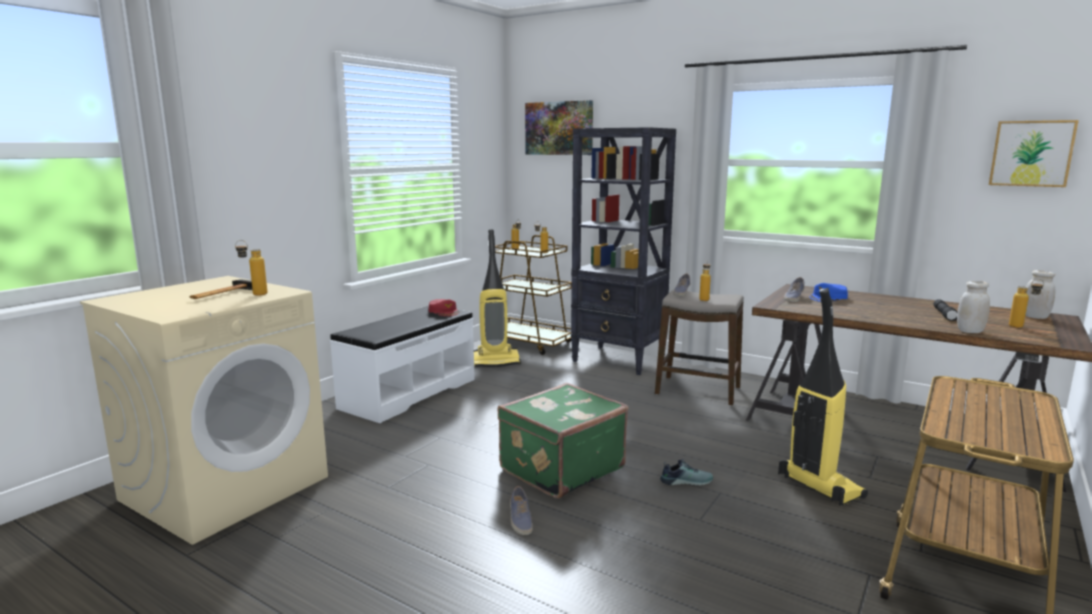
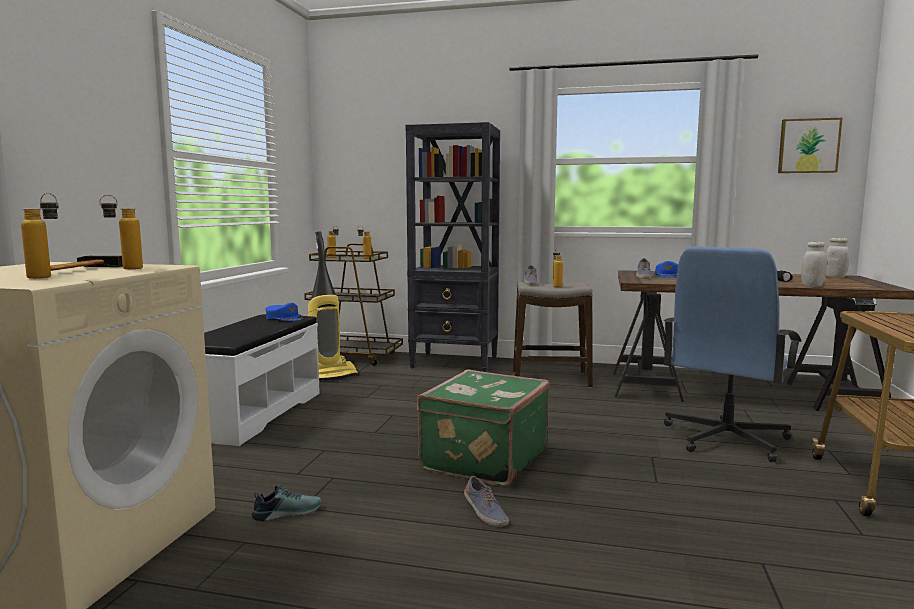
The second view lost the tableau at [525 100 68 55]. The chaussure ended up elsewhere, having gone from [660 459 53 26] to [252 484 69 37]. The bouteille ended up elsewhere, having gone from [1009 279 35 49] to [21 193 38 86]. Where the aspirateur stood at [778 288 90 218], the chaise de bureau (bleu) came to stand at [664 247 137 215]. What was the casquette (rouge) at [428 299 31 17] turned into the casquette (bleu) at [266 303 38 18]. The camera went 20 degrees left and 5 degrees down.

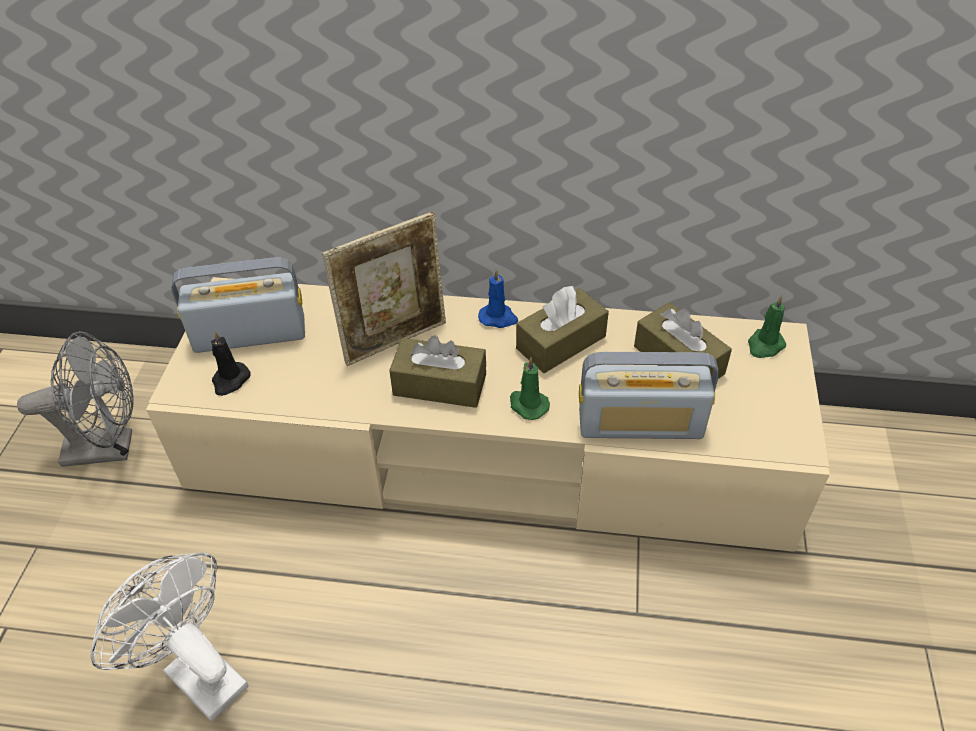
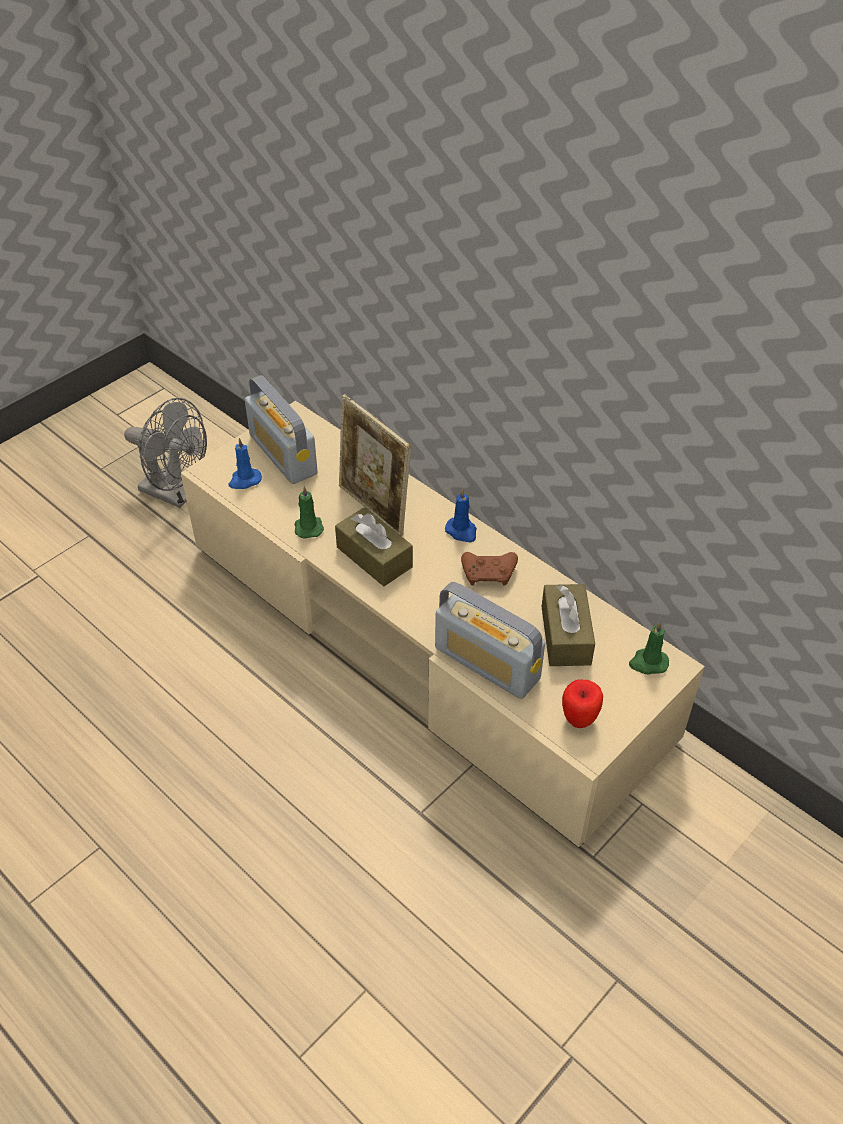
The second view lost the ventilateur (blanc) at [90 552 158 169]. The second view gained the pomme at [562 679 41 49]. The bougie (vert) ended up elsewhere, having gone from [510 357 40 63] to [294 486 30 53]. Where the boîte à mouchoirs (marron) stood at [516 286 93 87], the manette (marron) came to stand at [461 552 57 34]. What was the bougie (noir) at [211 331 40 65] turned into the bougie (bleu) at [228 438 34 51]. The radio at [171 257 134 96] ended up facing another way, 150 degrees counterclockwise from before. The cadre photo at [322 211 124 155] ended up facing another way, 45 degrees clockwise from before. The camera went 35 degrees right and 0 degrees up.

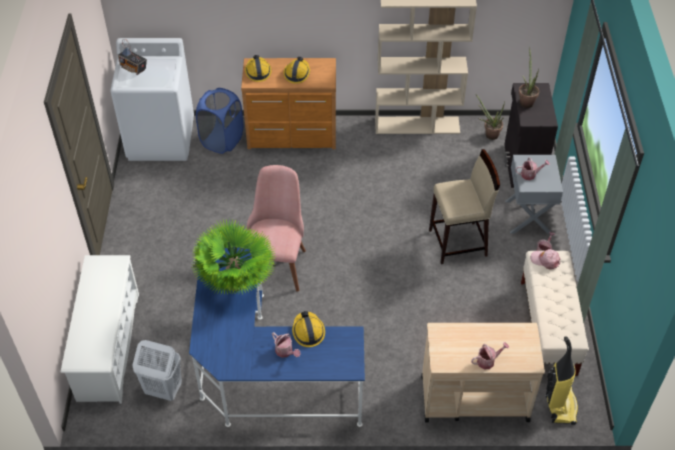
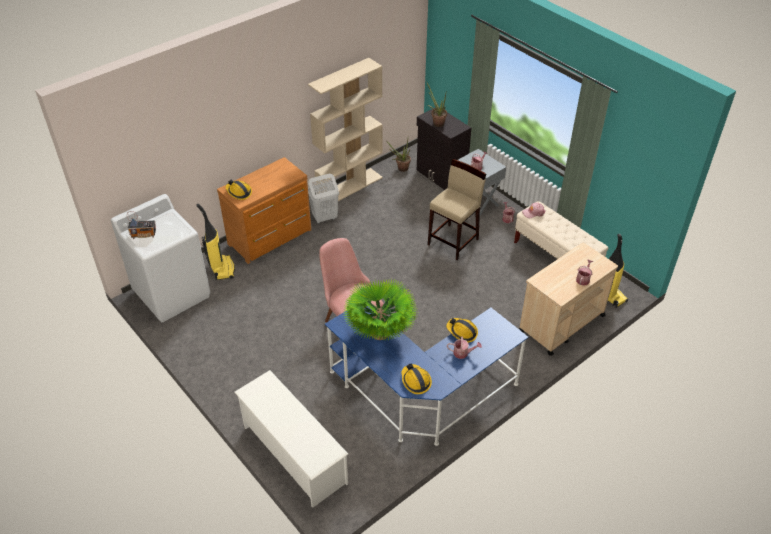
The panier à linge (blanc) ended up elsewhere, having gone from [132 340 50 61] to [308 174 31 50]. The casque de chantier ended up elsewhere, having gone from [284 57 26 27] to [401 363 31 31]. Where the panier à linge (bleu) stood at [196 88 47 66], the aspirateur came to stand at [196 204 39 76]. The camera went 40 degrees left and 5 degrees down.

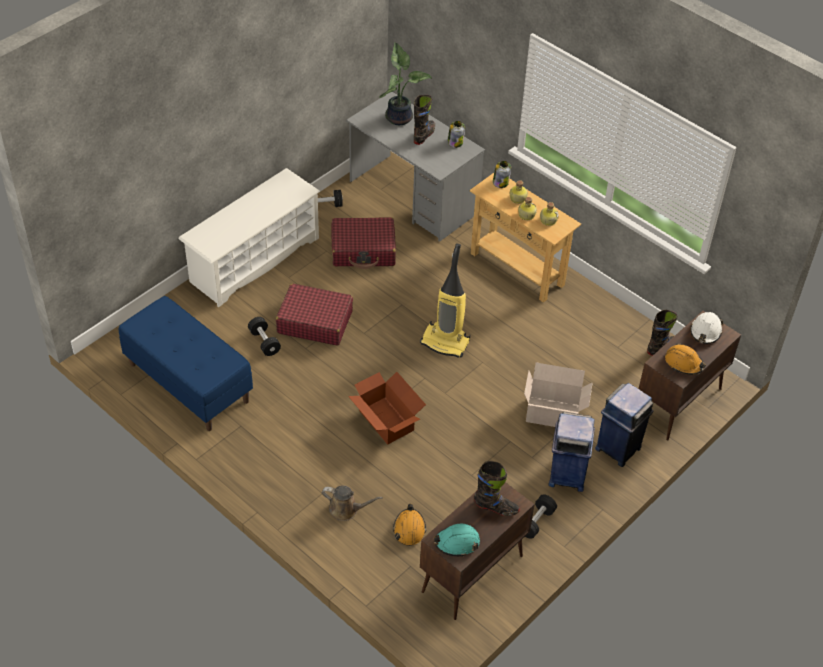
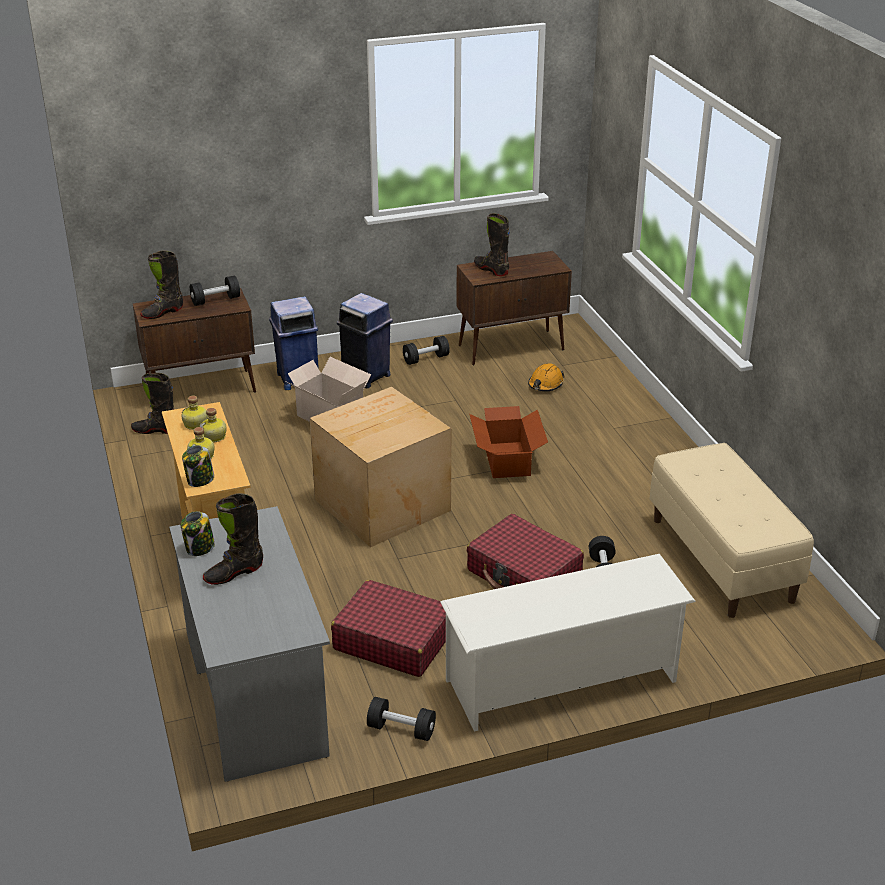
The second view lost the arrosoir (marron) at [322 485 61 36]. The second view lost the plante en pot at [379 43 53 82]. The second view lost the casque de chantier (turquoise) at [434 524 46 33]. Where the aspirateur stood at [420 244 50 114], the carton came to stand at [310 387 141 160]. Where the casque de chantier (orange) stood at [665 343 41 32], the haltère (noir) came to stand at [190 275 50 31]. Where the casque de chantier (blanc) stood at [690 312 33 32], the botte (noir) came to stand at [140 250 43 69]. What was the banc (bleu) at [119 296 134 135] turned into the banc (beige) at [650 443 164 175]. The camera went 150 degrees left and 15 degrees down.

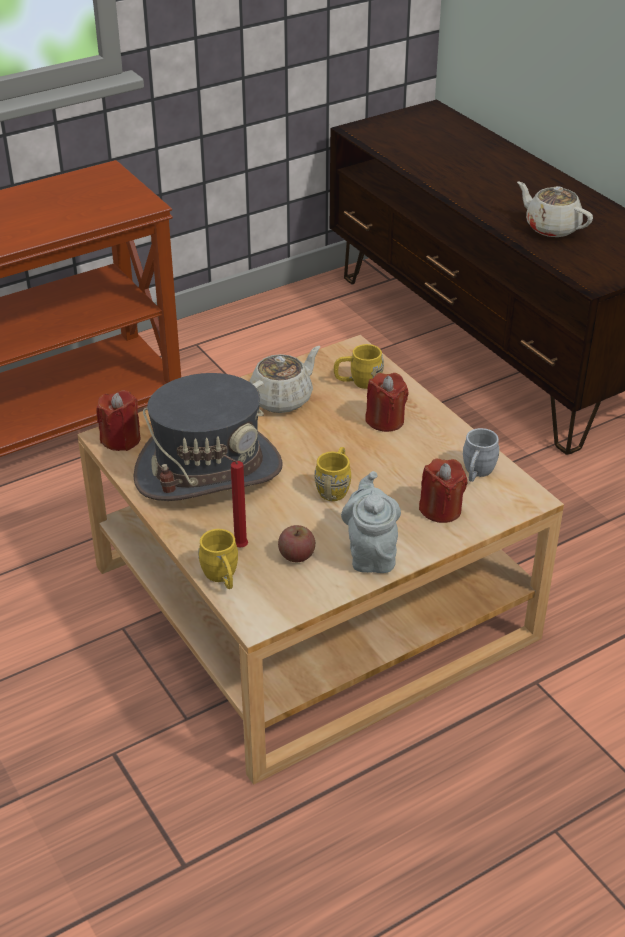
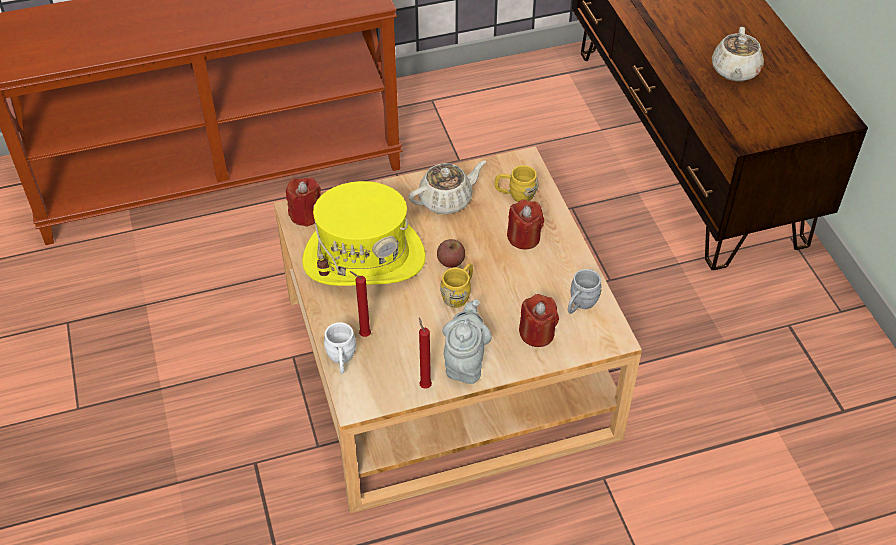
The second view gained the bougie (rouge) at [419 318 13 71]. The pomme ended up elsewhere, having gone from [278 525 37 37] to [437 239 28 29]. What was the chapeau (gris) at [133 373 150 128] turned into the chapeau (jaune) at [302 181 124 105]. What was the mug (jaune) at [198 529 40 60] turned into the mug (blanc) at [324 322 32 51]. The théière (beige) at [517 181 76 56] ended up facing another way, 135 degrees counterclockwise from before. The camera went 15 degrees right and 10 degrees up.

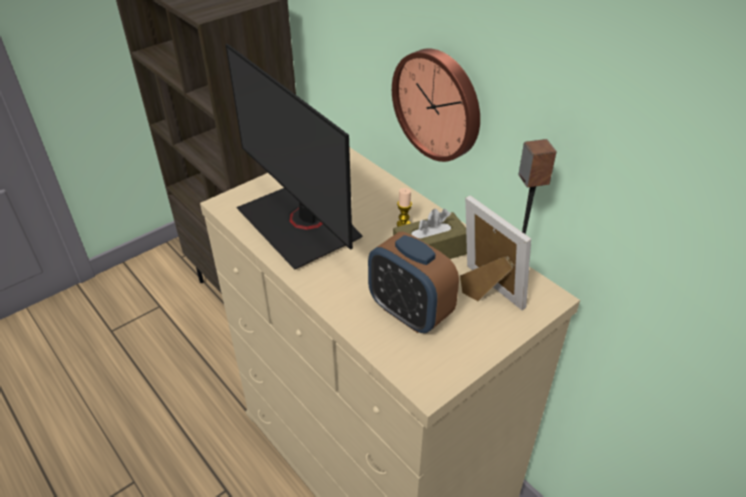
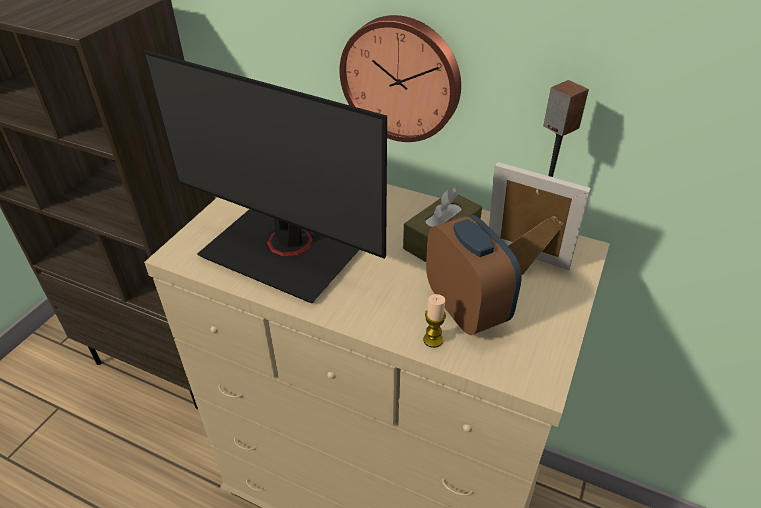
The bougie ended up elsewhere, having gone from [397 188 15 39] to [423 294 23 54]. The réveil at [368 231 91 102] ended up facing another way, 135 degrees counterclockwise from before. The camera went 25 degrees left and 0 degrees up.

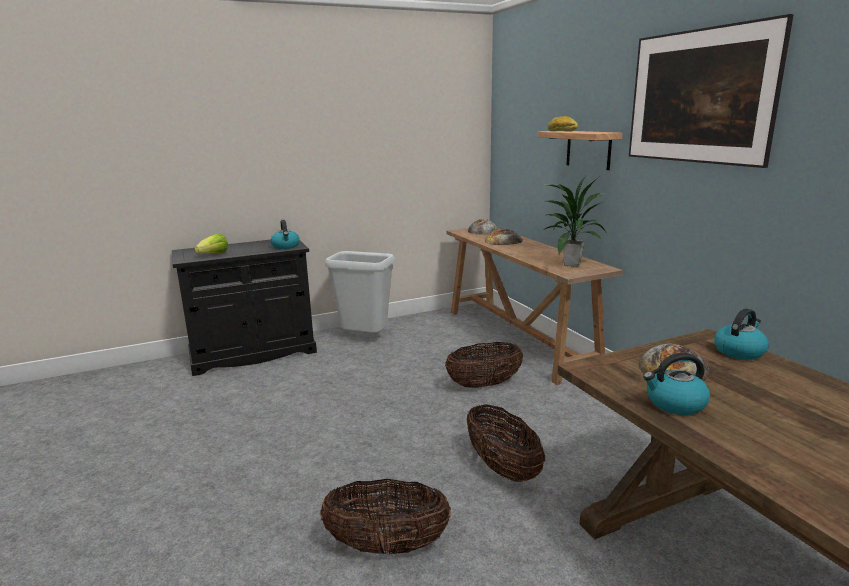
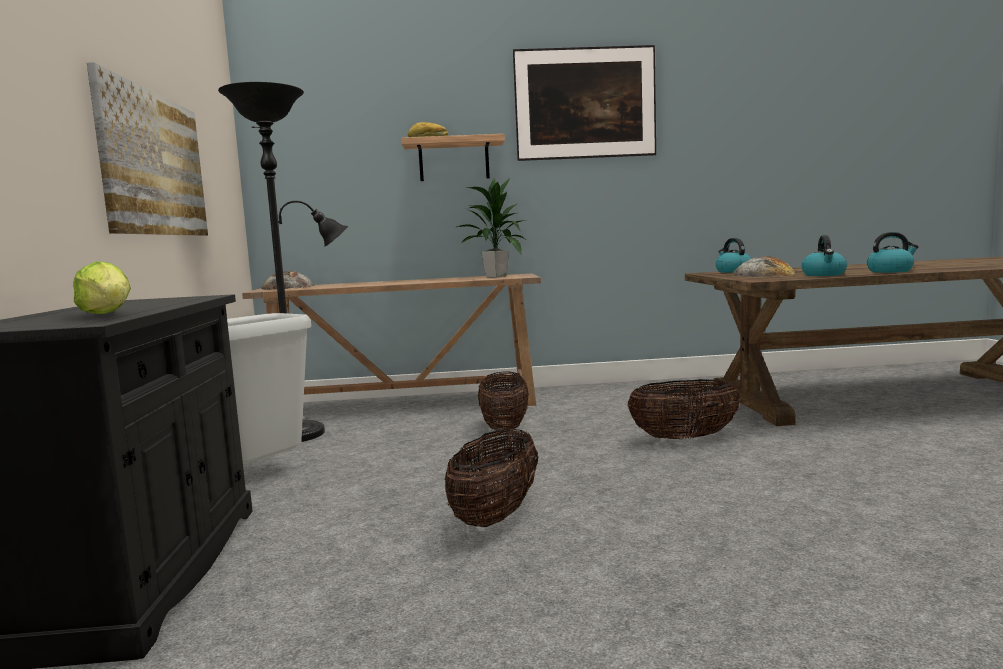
The second view lost the pain at [485 228 38 17]. The second view gained the tableau at [87 62 121 174]. The second view gained the lampadaire (noir) at [218 82 130 360]. The bouilloire ended up elsewhere, having gone from [271 220 29 29] to [867 232 51 41]. The panier ended up elsewhere, having gone from [320 479 131 76] to [445 429 93 98]. The camera went 70 degrees left and 10 degrees down.

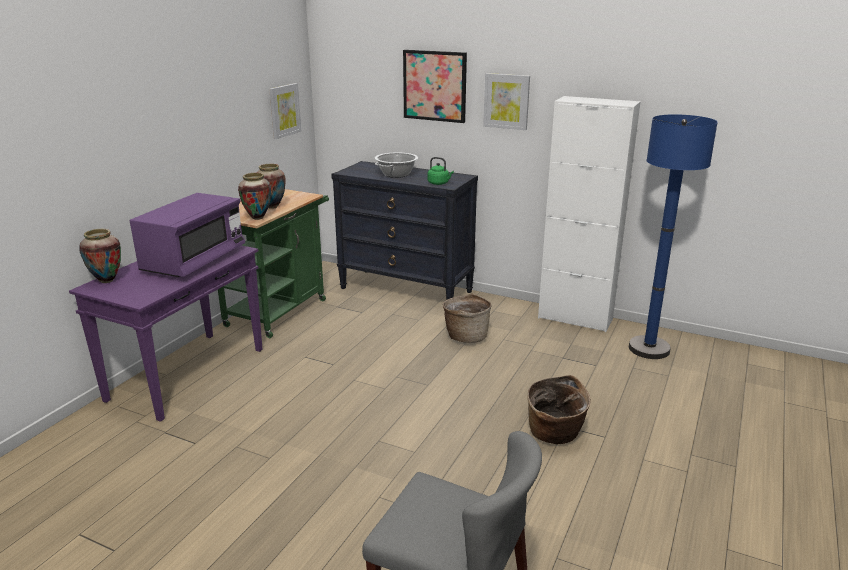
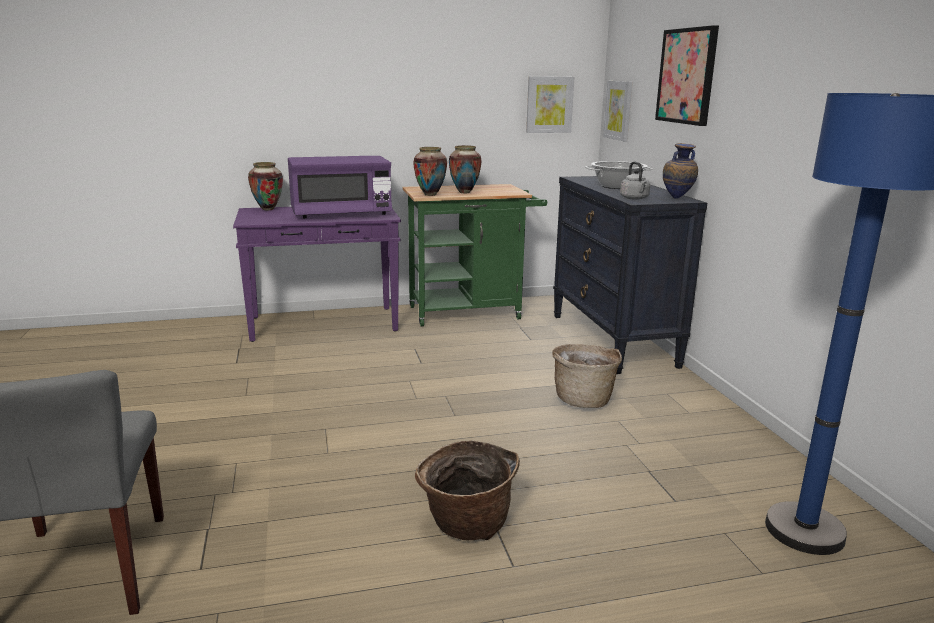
The second view lost the meuble de rangement (blanc) at [538 96 103 236]. The second view gained the vase at [663 143 35 56]. The tableau ended up elsewhere, having gone from [483 73 47 57] to [603 81 30 60]. What was the bouilloire (vert) at [427 157 27 28] turned into the bouilloire (gris) at [620 162 30 38]. The camera went 50 degrees right and 5 degrees down.

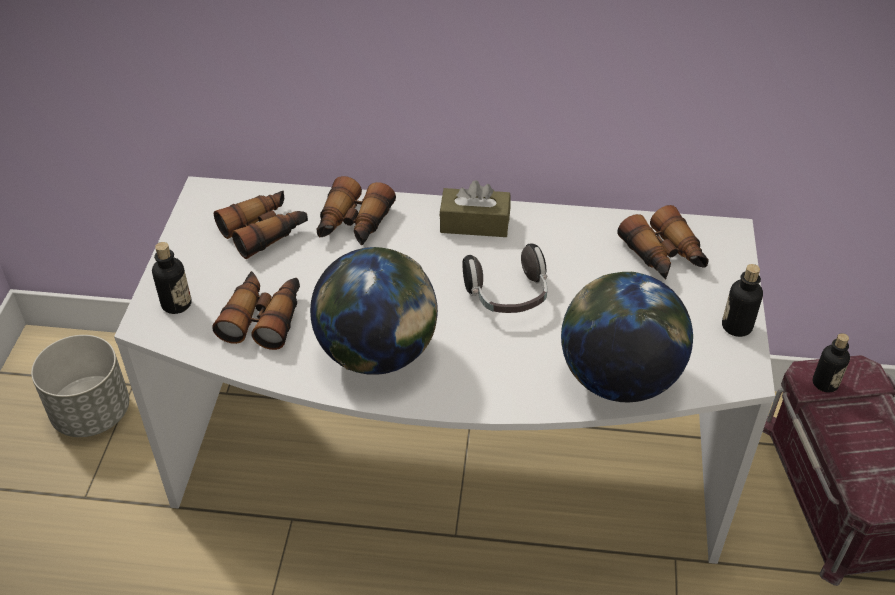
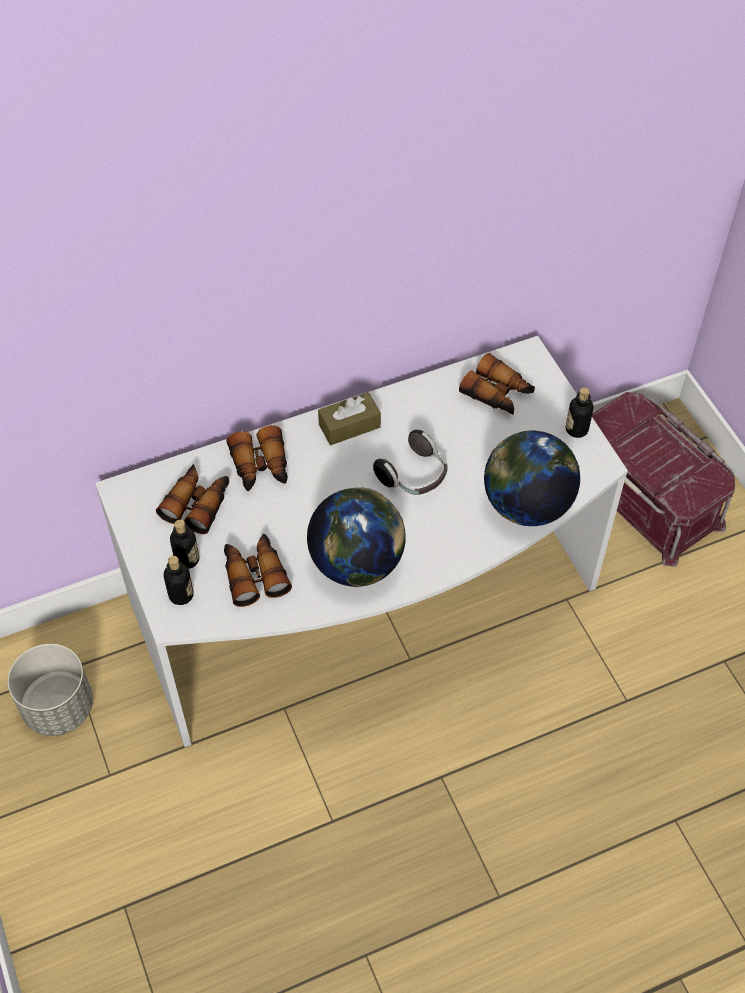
The bouteille ended up elsewhere, having gone from [813 333 37 60] to [170 519 29 50]. The camera went 30 degrees left and 10 degrees up.

